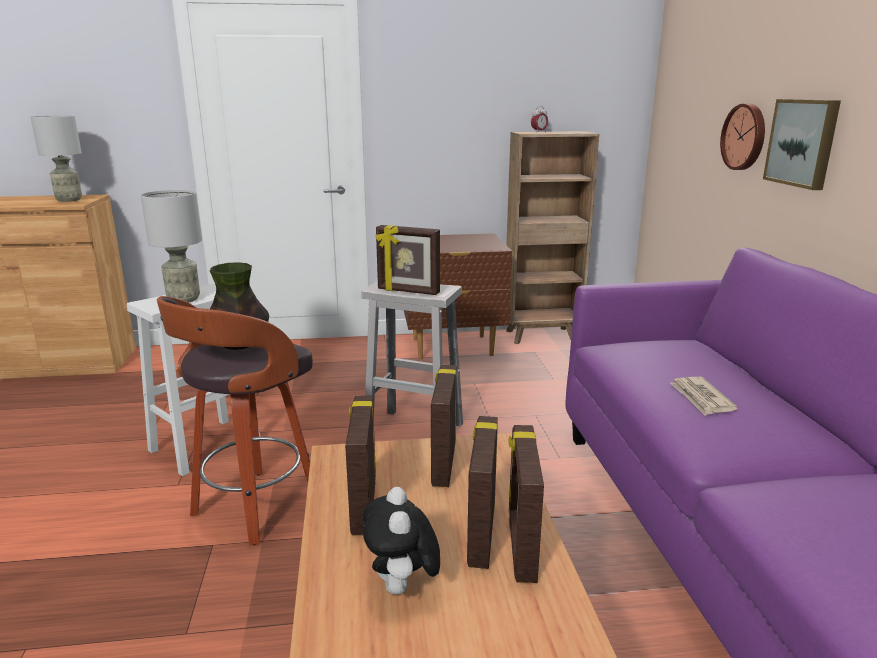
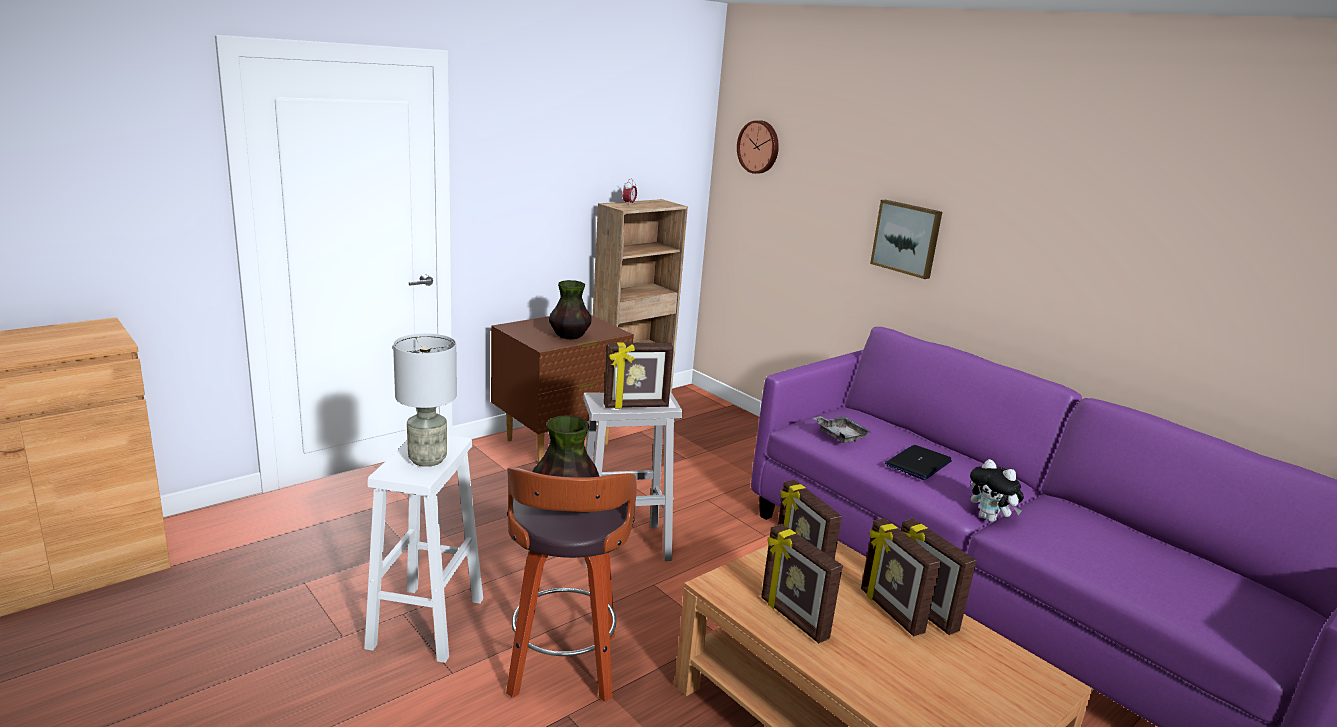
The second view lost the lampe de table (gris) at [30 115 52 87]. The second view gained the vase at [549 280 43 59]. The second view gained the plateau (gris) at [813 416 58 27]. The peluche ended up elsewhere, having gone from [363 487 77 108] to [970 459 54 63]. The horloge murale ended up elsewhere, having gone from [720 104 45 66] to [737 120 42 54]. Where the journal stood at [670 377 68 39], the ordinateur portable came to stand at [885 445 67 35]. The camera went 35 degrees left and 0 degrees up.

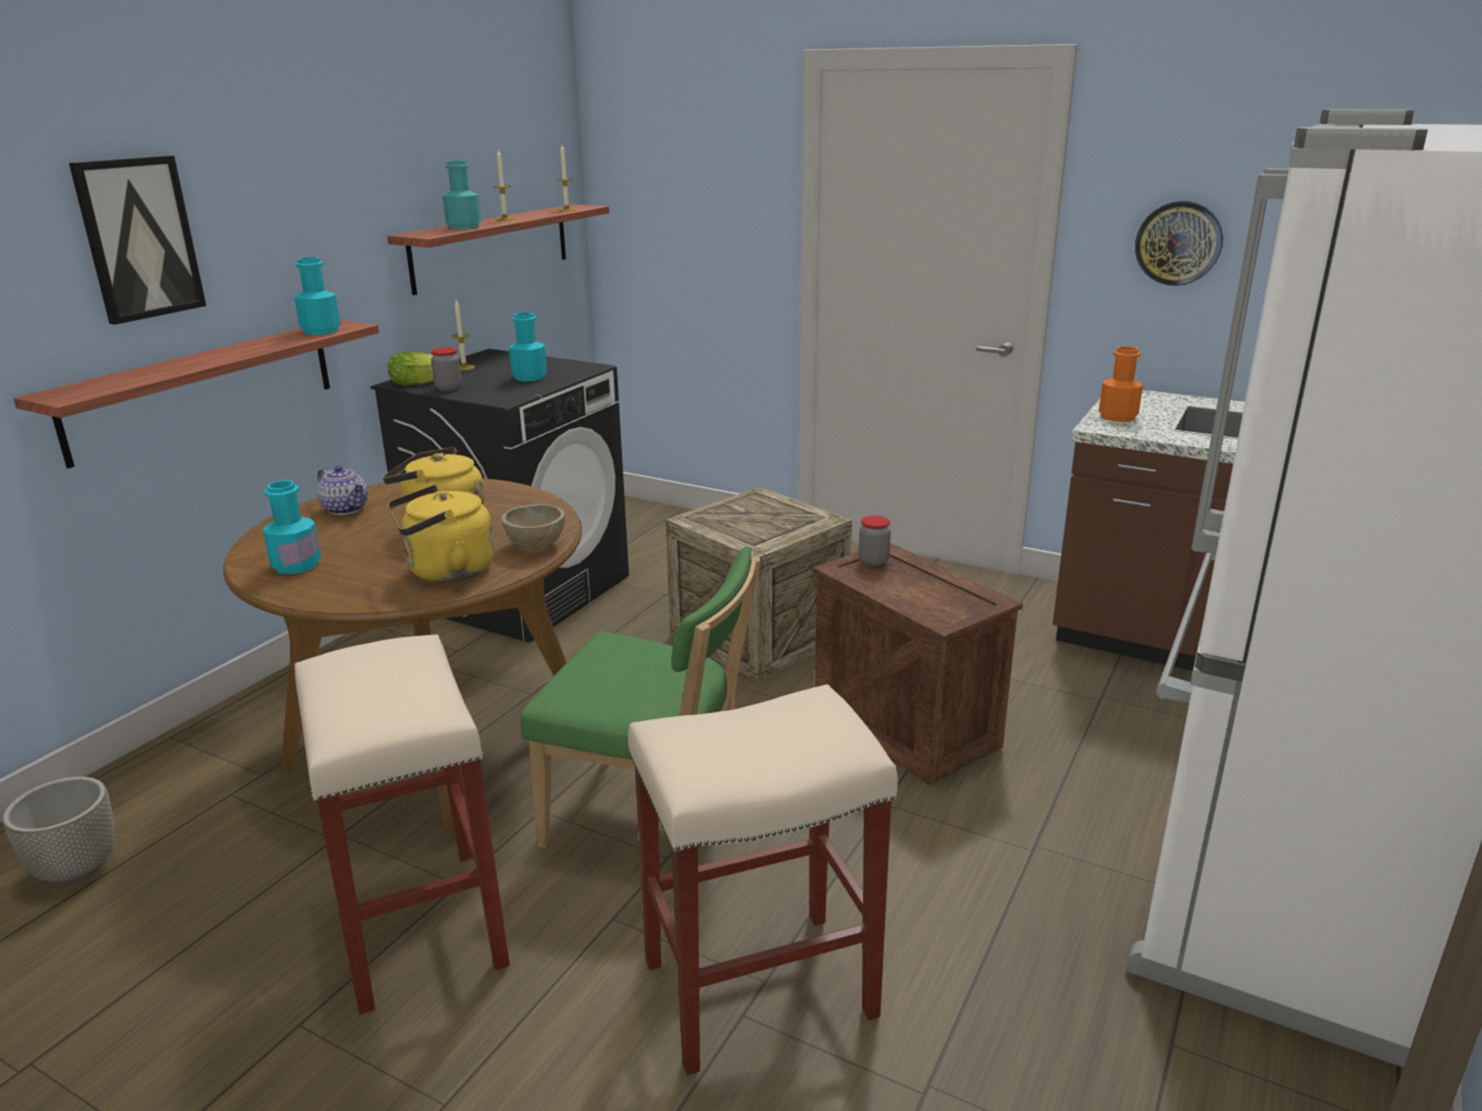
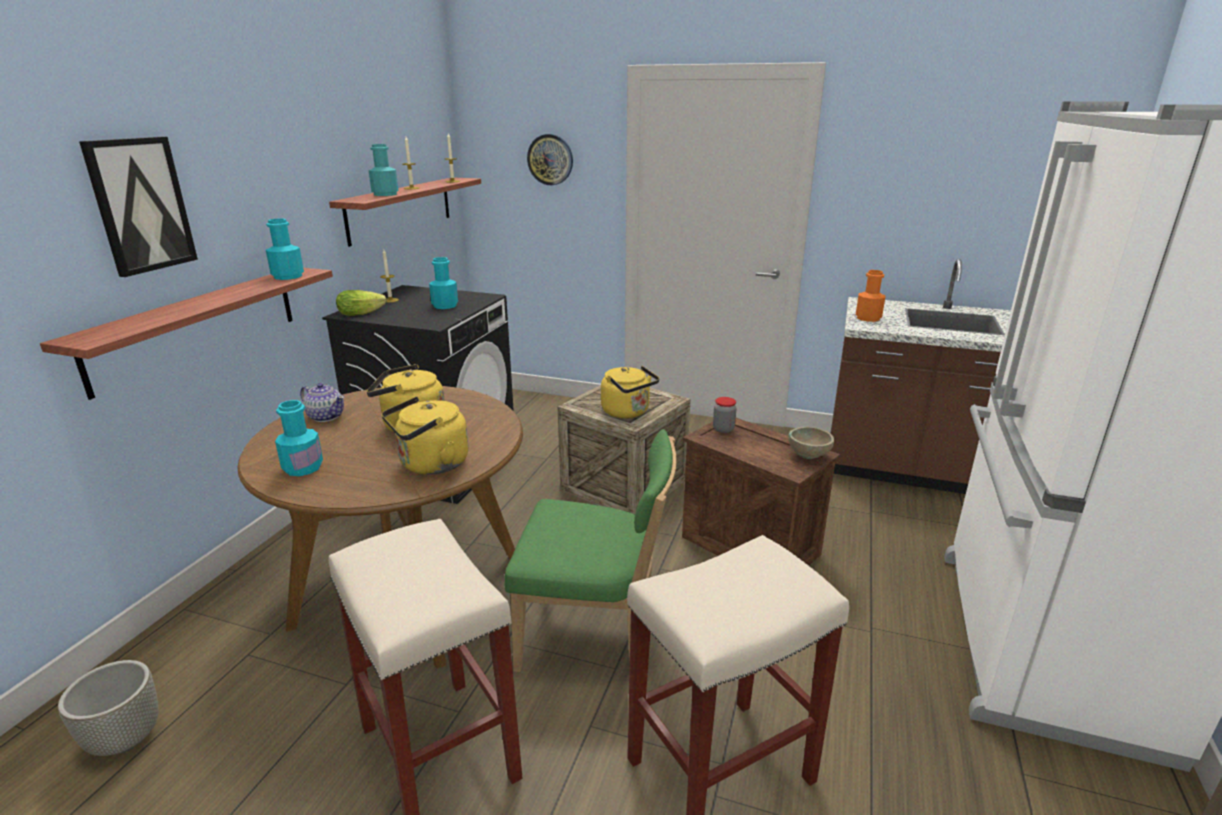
The second view lost the bocal at [431 347 31 44]. The second view gained the bouilloire (jaune) at [601 366 58 52]. The bol (beige) ended up elsewhere, having gone from [502 504 63 44] to [788 427 46 32]. The horloge murale ended up elsewhere, having gone from [1135 201 88 85] to [527 134 46 51]. The camera went 10 degrees left and 0 degrees up.

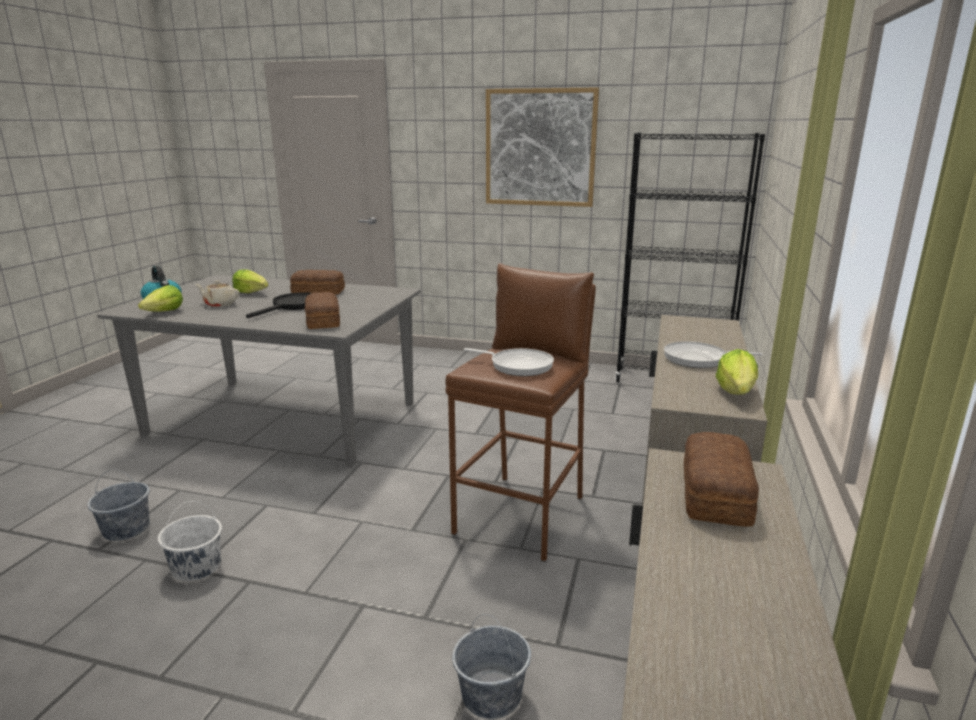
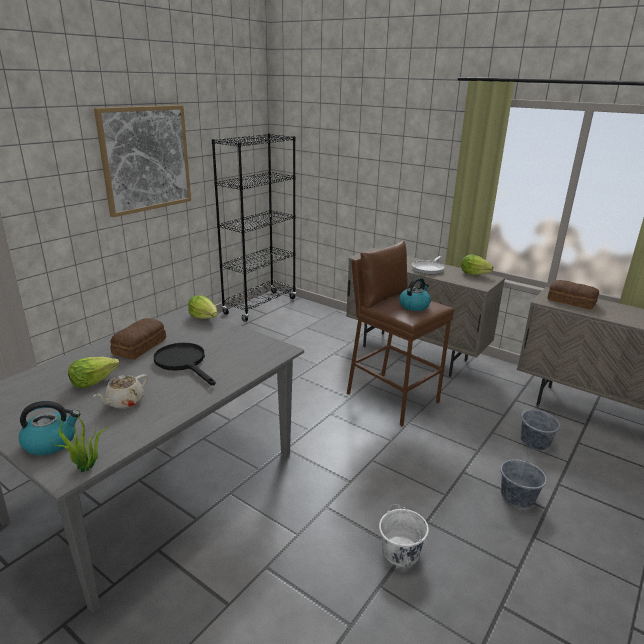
The second view lost the pain at [304 292 36 37]. The second view gained the plante en pot at [50 410 59 62]. The seau (gris) ended up elsewhere, having gone from [88 469 62 72] to [500 452 47 56]. The laitue ended up elsewhere, having gone from [138 285 45 26] to [188 295 30 24]. Where the poêle stood at [464 348 90 28], the bouilloire came to stand at [399 277 32 34]. The camera went 70 degrees left and 5 degrees up.

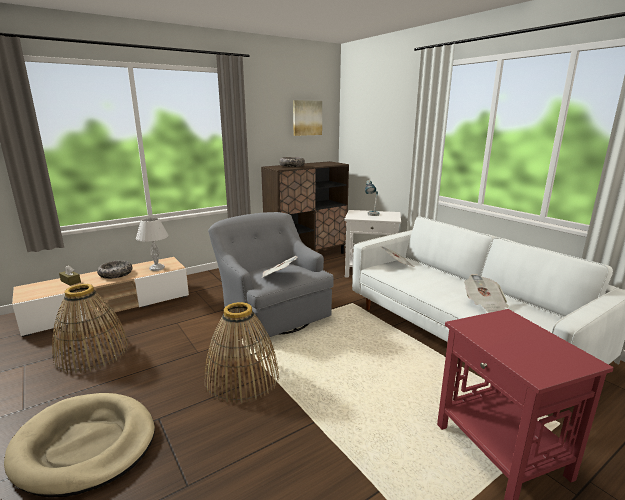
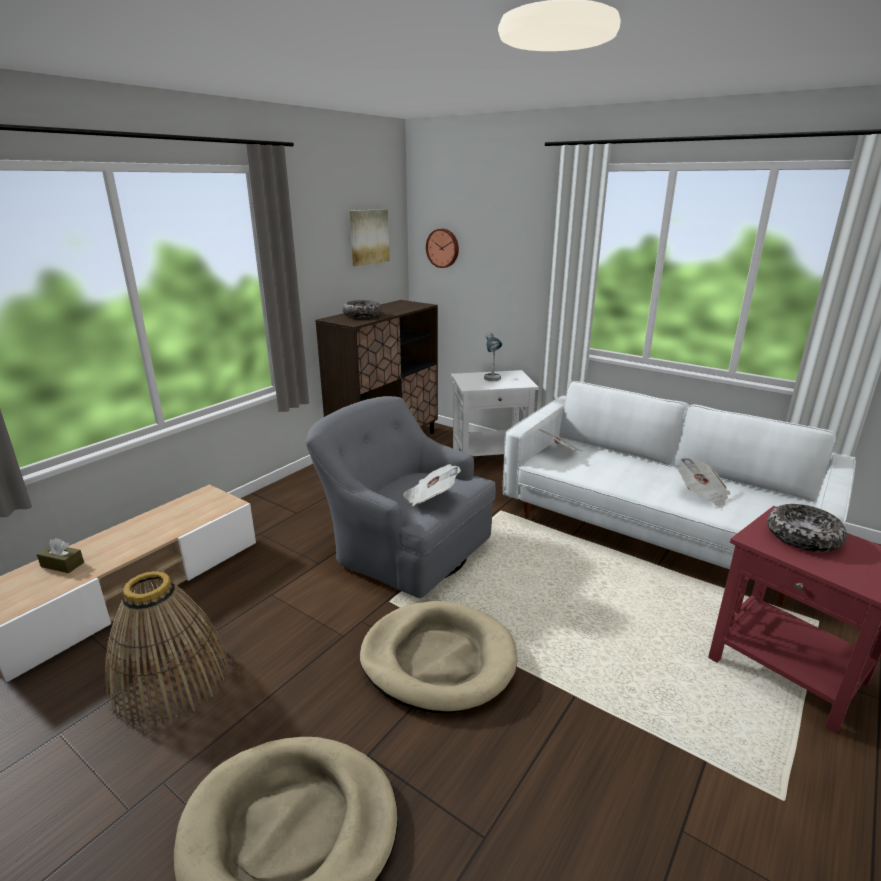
The second view lost the lampe de table (blanc) at [136 217 33 54]. The second view gained the horloge murale at [426 229 33 39]. The bol ended up elsewhere, having gone from [97 260 35 19] to [767 504 80 48]. Where the panier stood at [205 302 74 102], the panier pour chien (beige) came to stand at [359 601 158 112]. The camera went 20 degrees left and 5 degrees up.

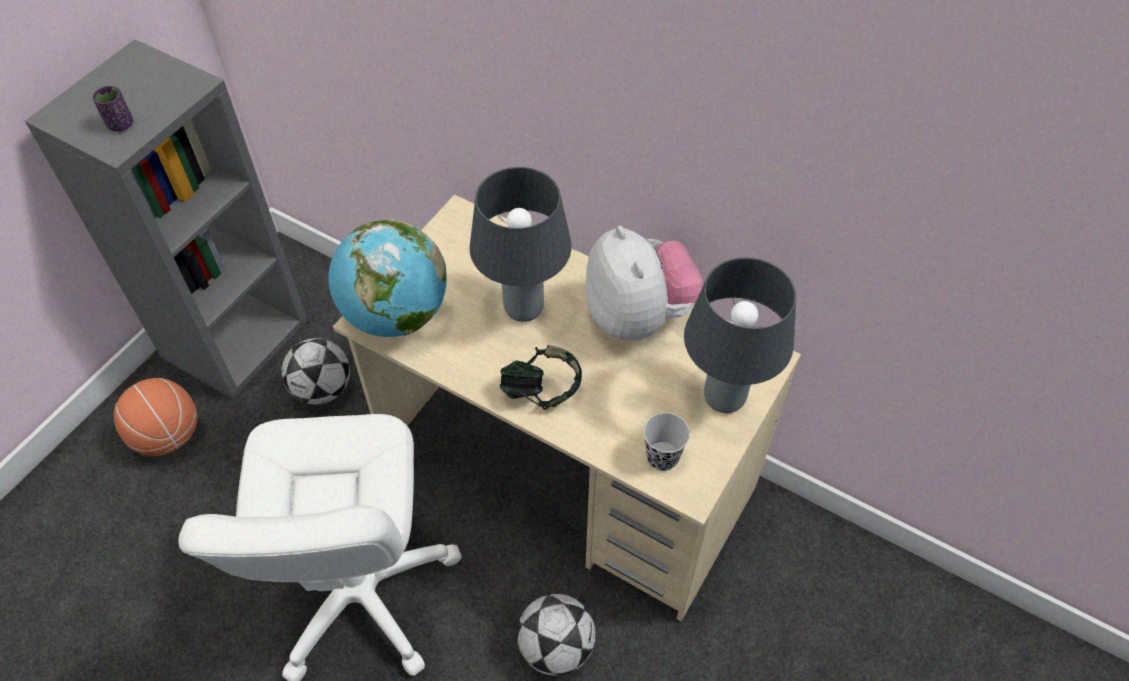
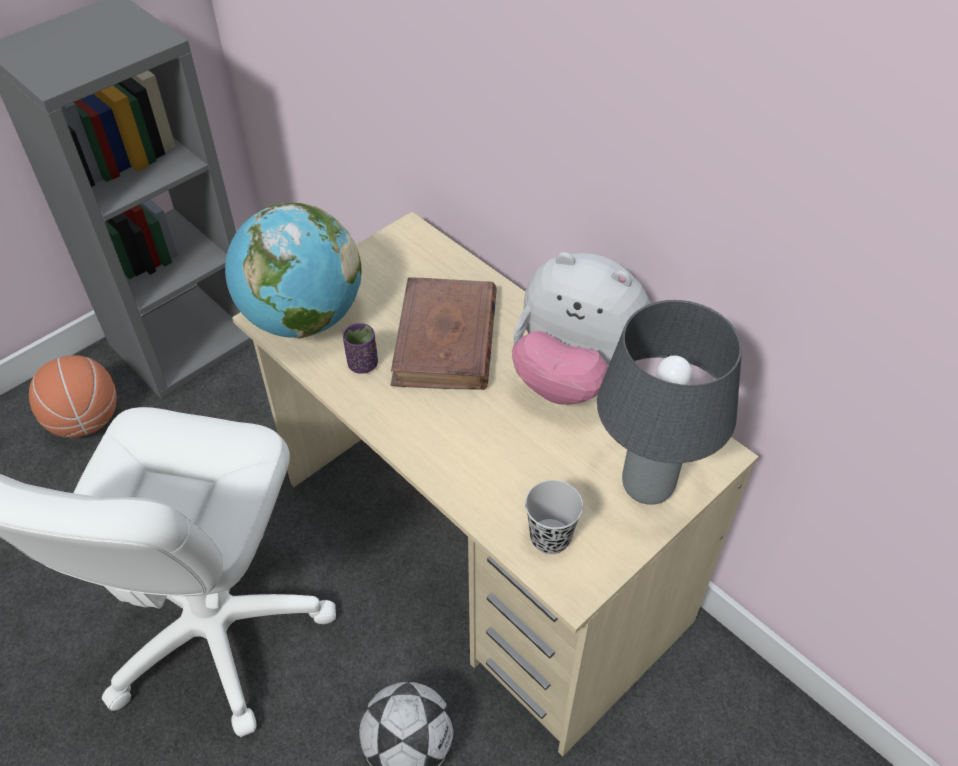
The second view lost the ballon de foot at [282 338 68 67]. The second view lost the casque audio at [500 345 82 65]. The tasse (violet) ended up elsewhere, having gone from [92 86 41 45] to [343 323 35 51]. Where the lampe de table (gris) stood at [470 167 102 155], the livre (marron) came to stand at [391 277 106 113]. The peluche at [586 226 118 115] ended up facing another way, 120 degrees clockwise from before. The camera went 15 degrees right and 5 degrees down.

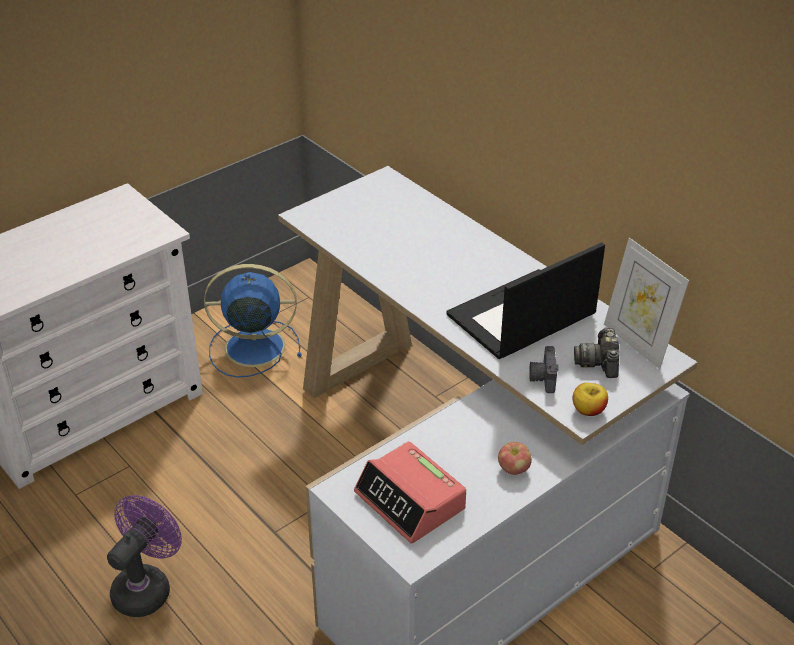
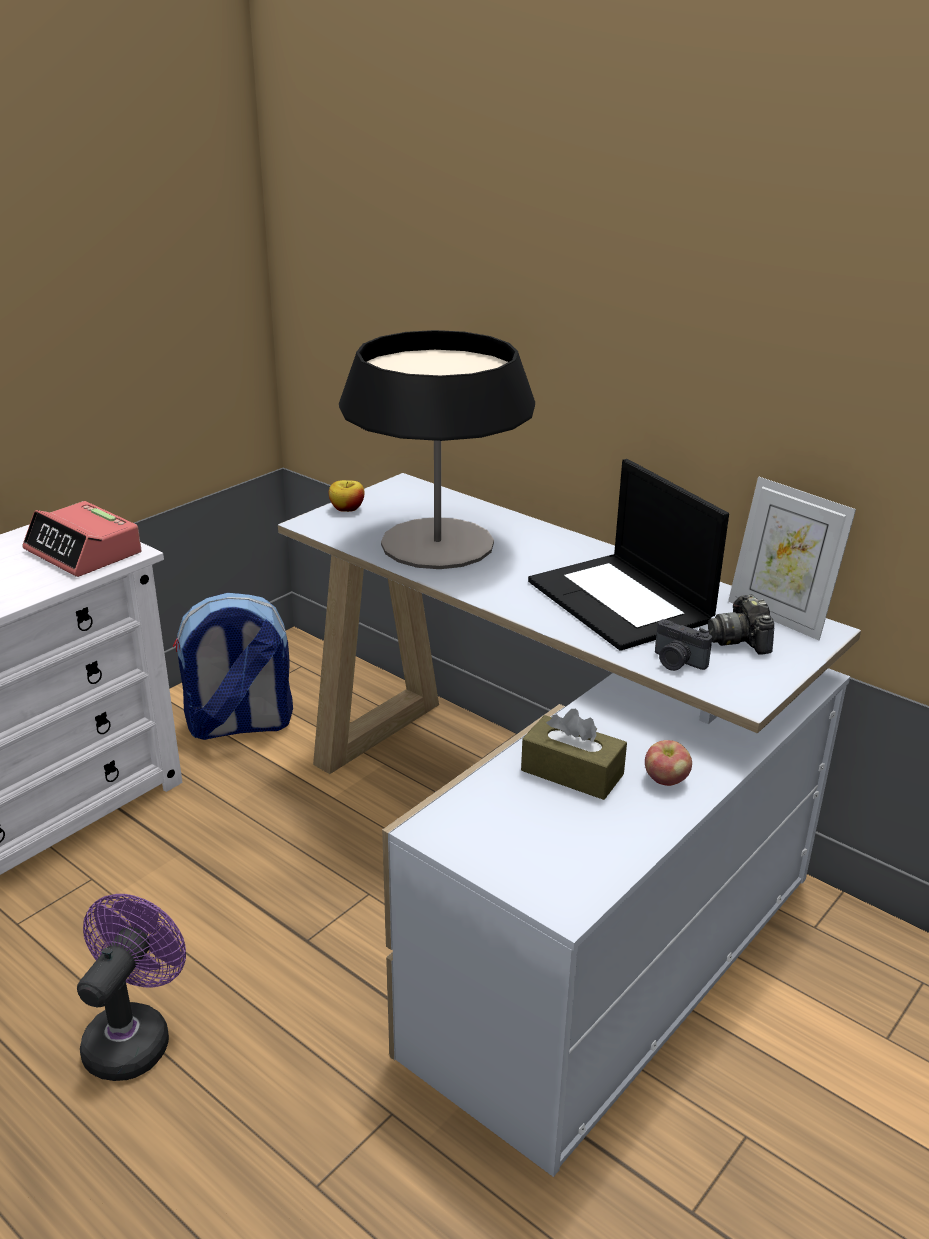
The second view gained the lampe de table at [339 330 196 239]. The second view gained the boîte à mouchoirs (marron) at [521 709 106 91]. The réveil ended up elsewhere, having gone from [354 441 112 103] to [23 501 119 76]. The pomme ended up elsewhere, having gone from [573 383 35 33] to [329 480 35 32]. Where the ventilateur (bleu) stood at [204 264 97 114], the sac à dos came to stand at [173 593 120 147]. The ordinateur portable at [446 242 159 117] ended up facing another way, 75 degrees counterclockwise from before. The appareil photo at [529 346 30 47] ended up facing another way, 45 degrees counterclockwise from before. The camera went 10 degrees left and 10 degrees down.

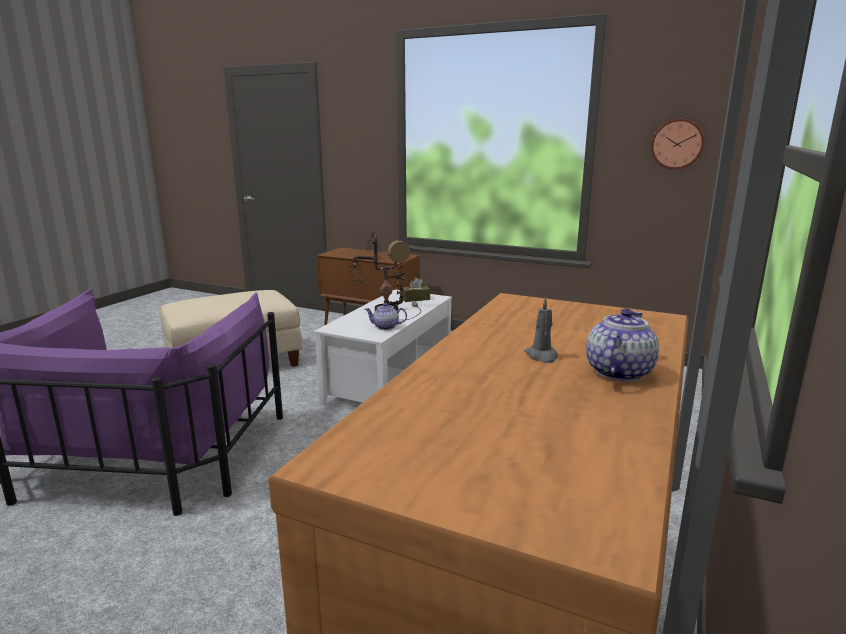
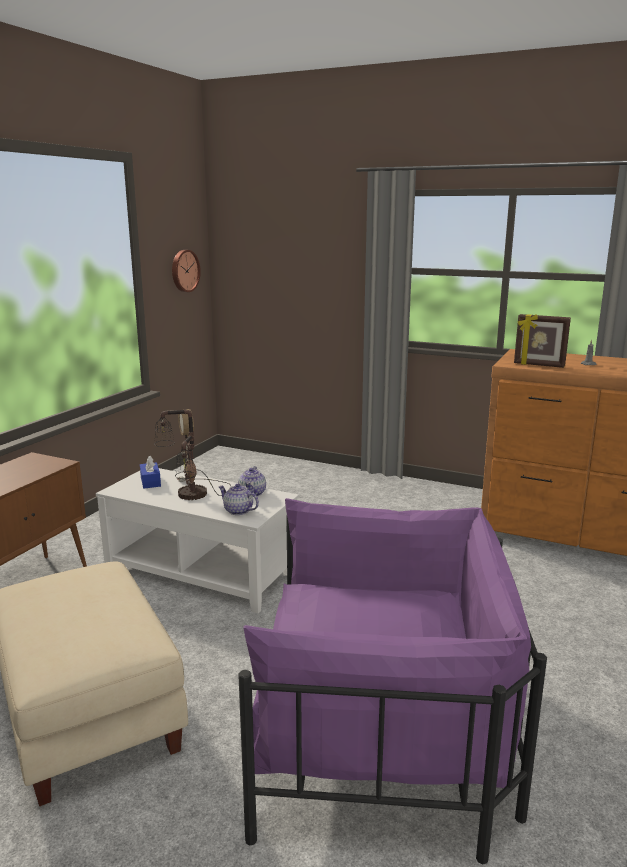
The second view gained the cadre photo at [514 314 57 54]. The théière ended up elsewhere, having gone from [586 308 73 74] to [218 484 41 31]. What was the boîte à mouchoirs (marron) at [403 278 27 24] turned into the boîte à mouchoirs (bleu) at [140 456 21 33]. The camera went 90 degrees left and 0 degrees up.

